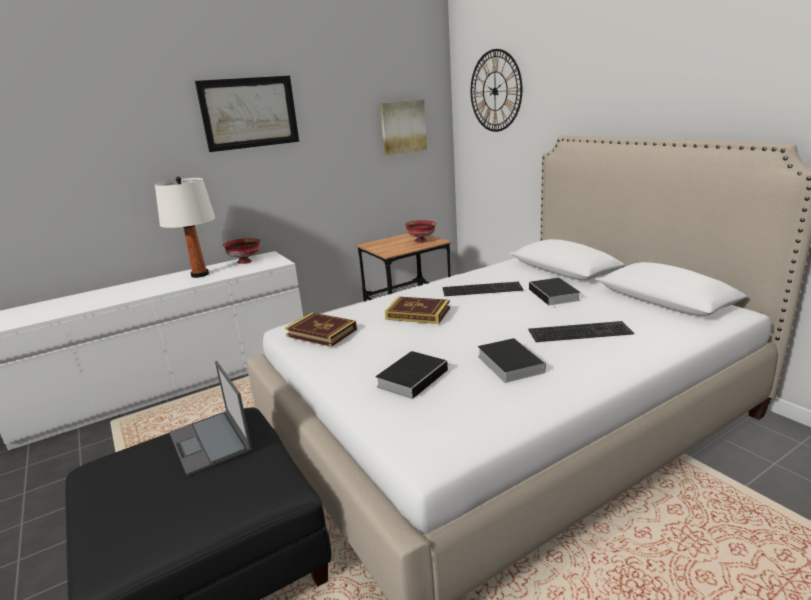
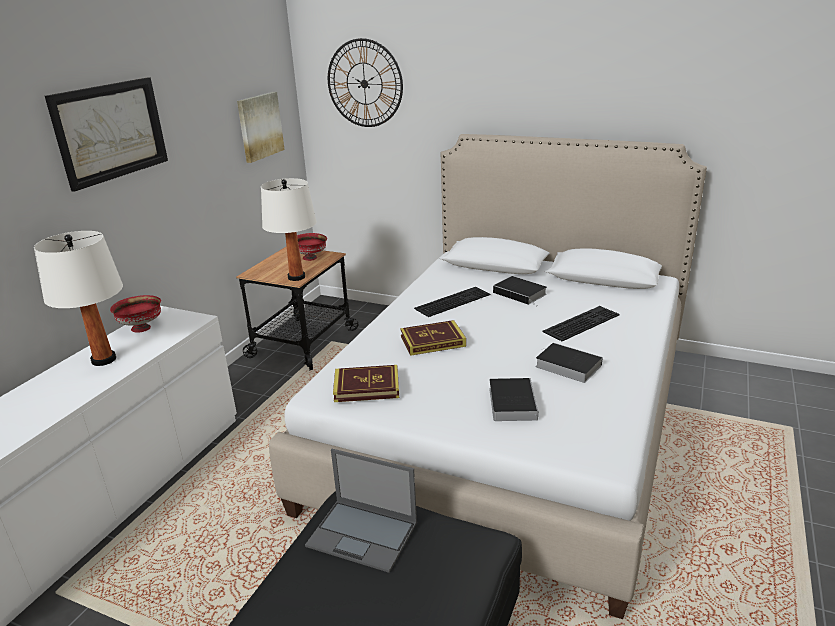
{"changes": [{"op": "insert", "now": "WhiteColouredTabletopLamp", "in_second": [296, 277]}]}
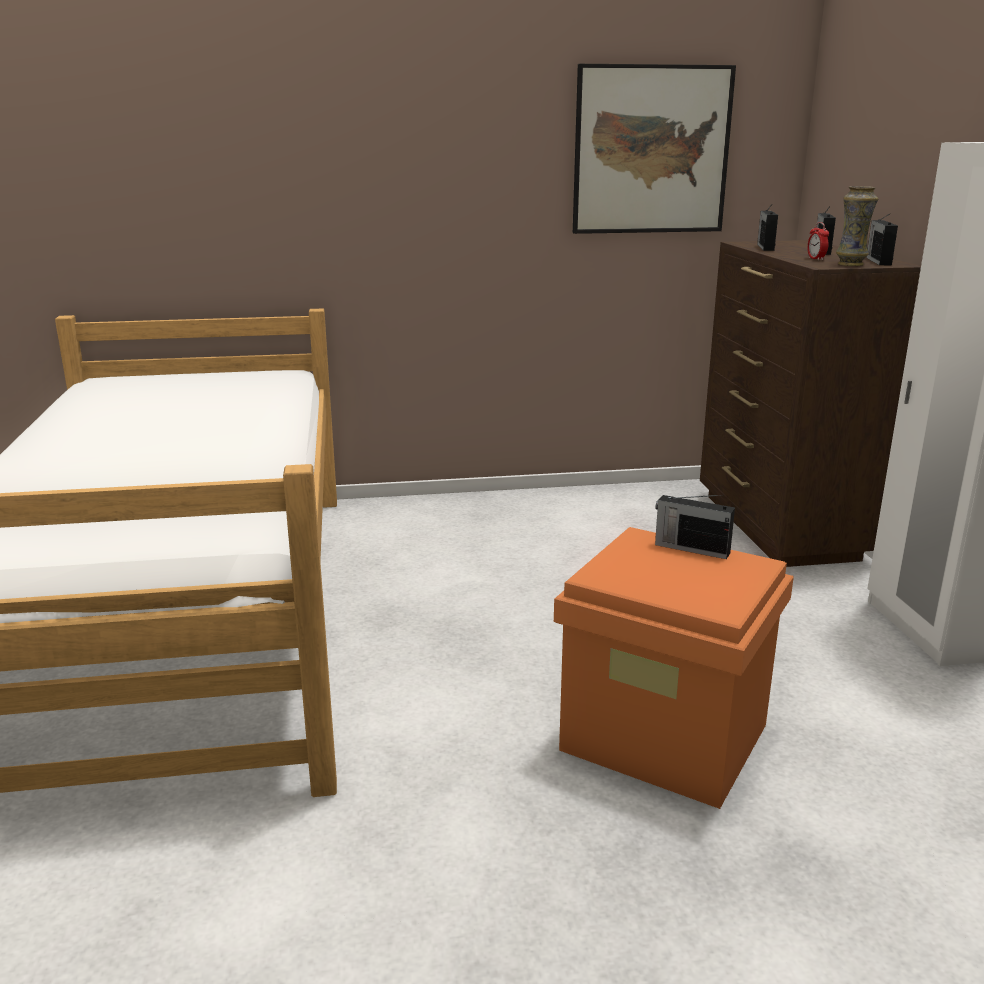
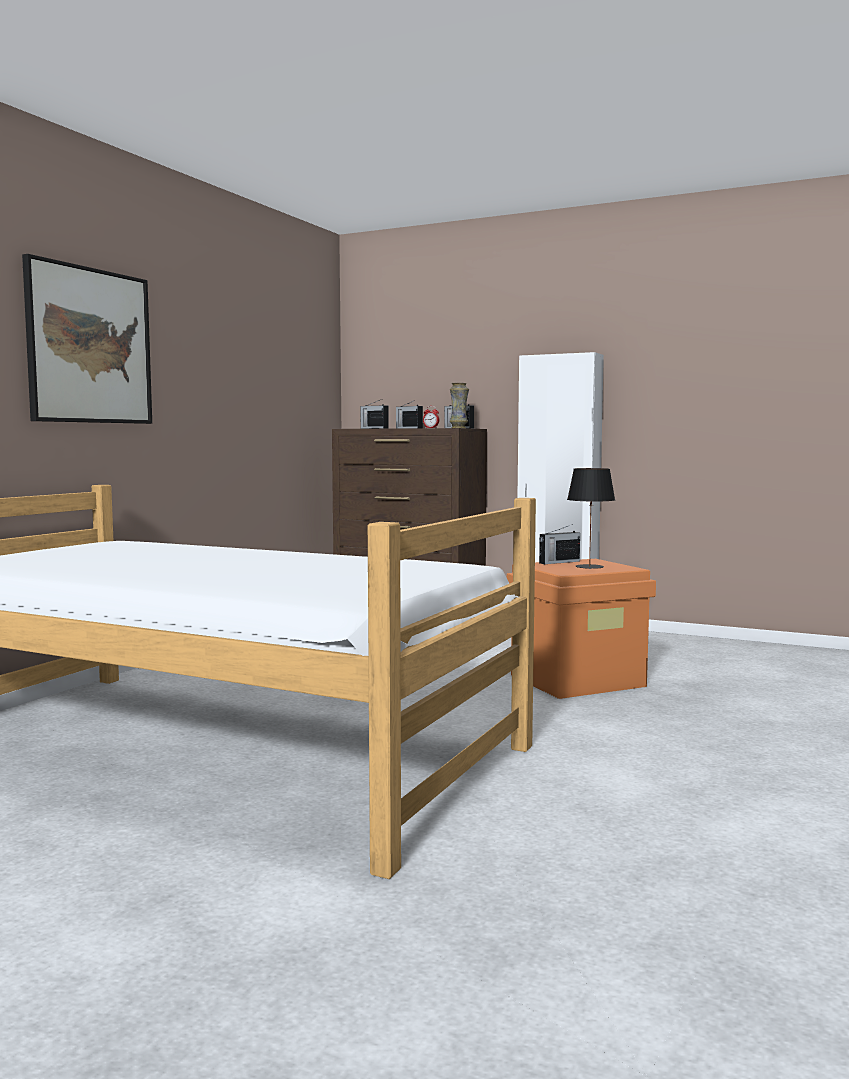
{"changes": [{"op": "move", "was": "WallArt", "in_first": [651, 150], "in_second": [90, 346]}, {"op": "insert", "now": "BlackishTabletopLamp", "in_second": [589, 566]}]}
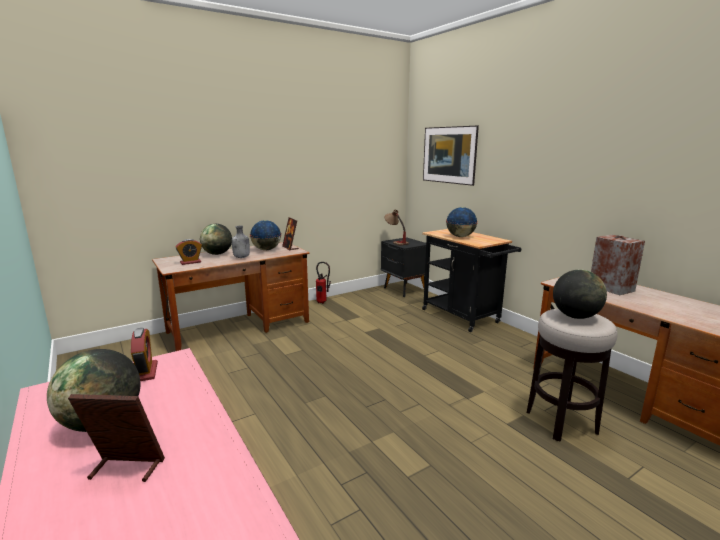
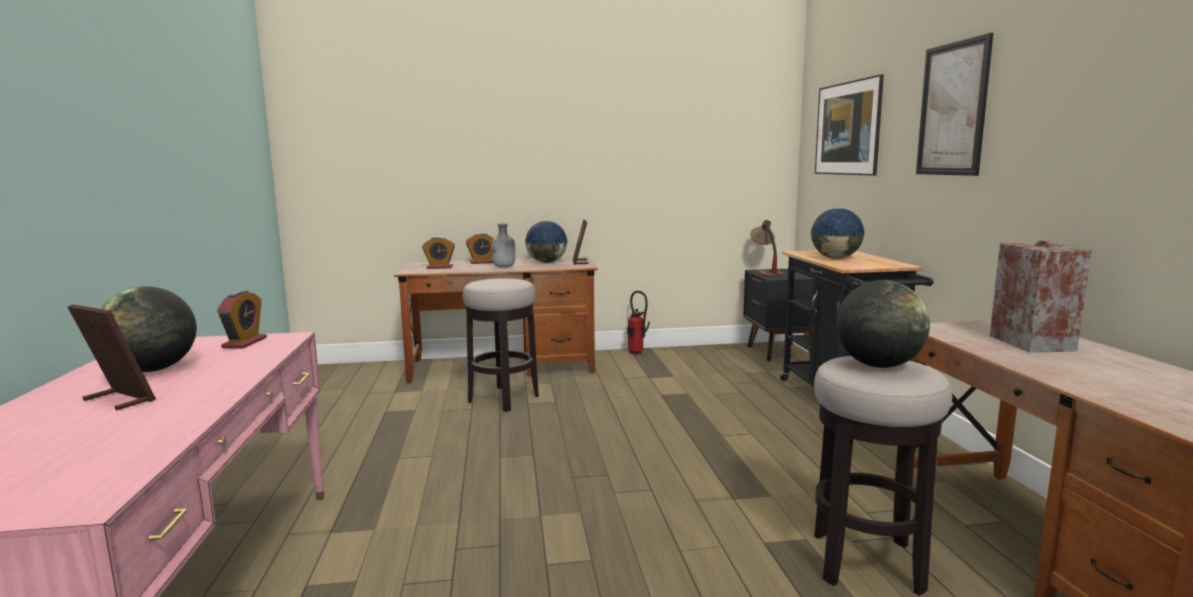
{"changes": [{"op": "insert", "now": "StoolSeat", "in_second": [503, 399]}, {"op": "replace", "was": "WorldGlobe", "now": "AlarmClock", "in_first": [217, 254], "in_second": [482, 262]}, {"op": "insert", "now": "WallArt", "in_second": [952, 109]}]}
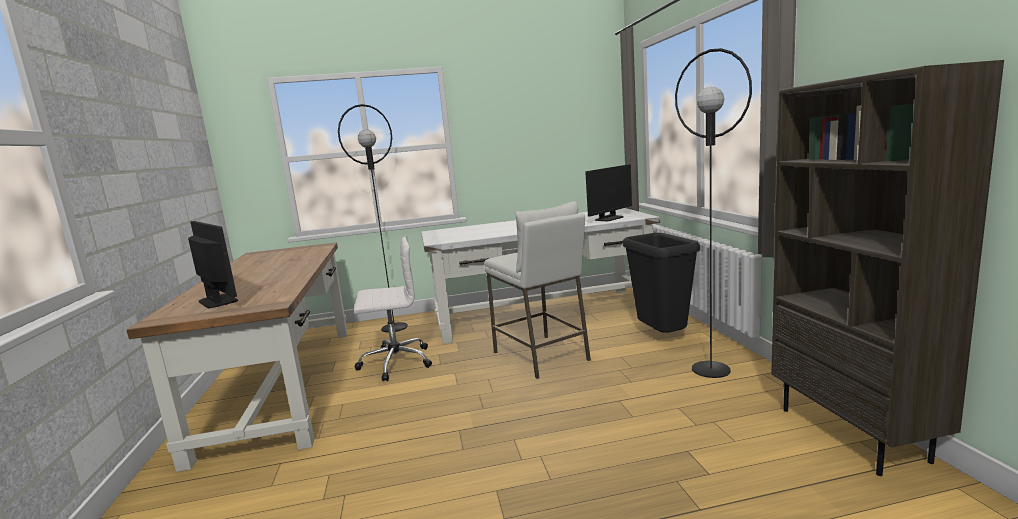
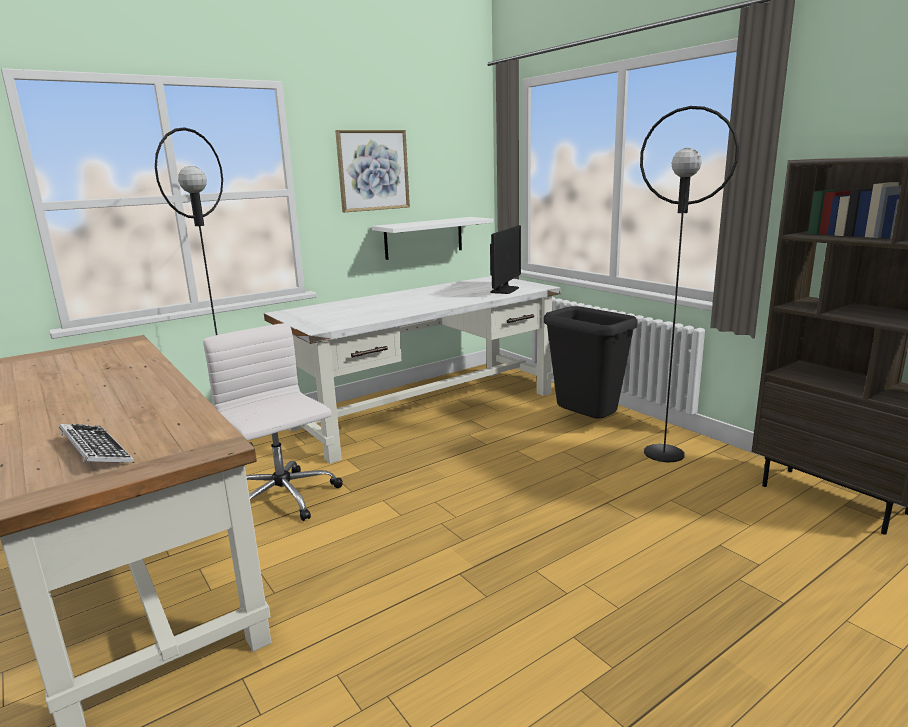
{"changes": [{"op": "replace", "was": "Monitor", "now": "ComputerKeyboard", "in_first": [218, 301], "in_second": [95, 451]}, {"op": "rotate", "was": "WhiteColouredDeskChair", "in_first": [395, 362], "in_second": [284, 499], "clockwise": -90}, {"op": "insert", "now": "WallArt", "in_second": [373, 170]}, {"op": "insert", "now": "WhiteColouredWallShelf", "in_second": [424, 238]}, {"op": "delete", "was": "WhiteColouredStoolSeat", "in_first": [541, 356]}]}
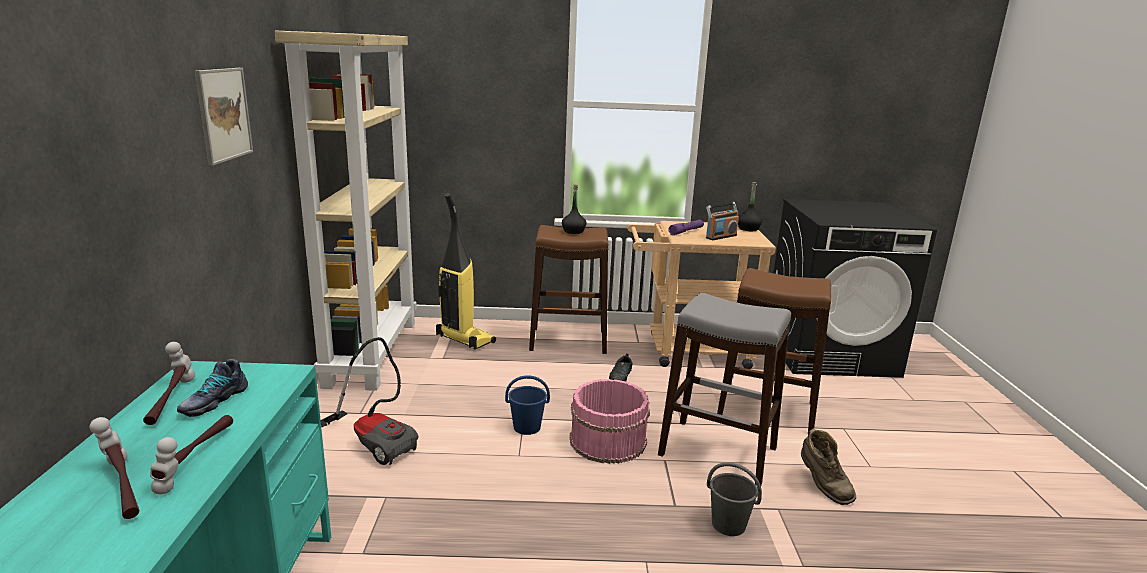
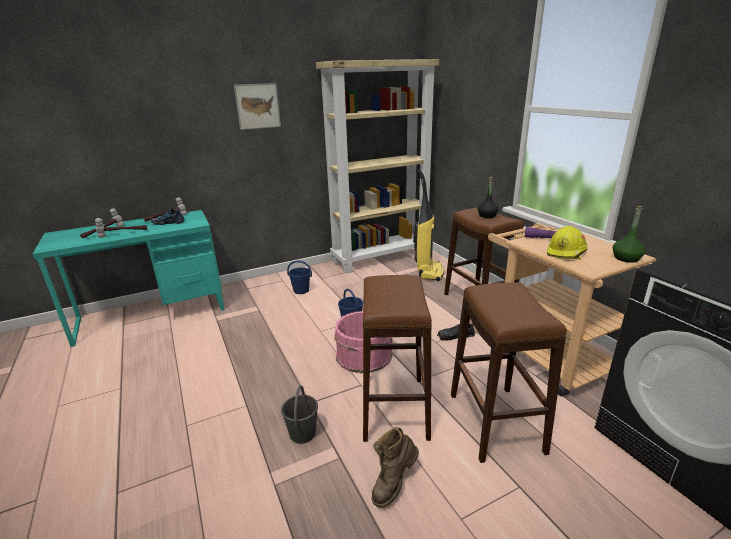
{"changes": [{"op": "replace", "was": "Hoover", "now": "BlueColouredWaterBucket", "in_first": [375, 441], "in_second": [301, 290]}, {"op": "recolor", "was": "GrayStoolSeat", "now": "BrownStoolSeat", "in_first": [718, 451], "in_second": [394, 408]}, {"op": "replace", "was": "RadioSet", "now": "YellowColouredHardHat", "in_first": [720, 236], "in_second": [566, 252]}, {"op": "recolor", "was": "BlackishBeverageBottle", "now": "GreenishBeverageBottle", "in_first": [748, 229], "in_second": [626, 258]}]}
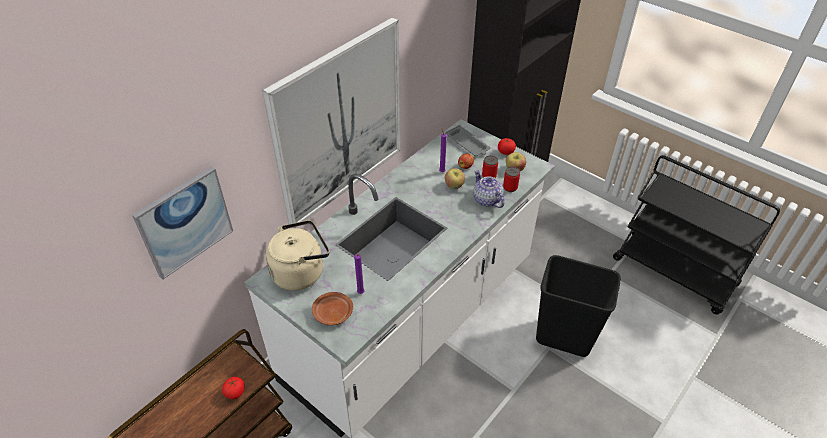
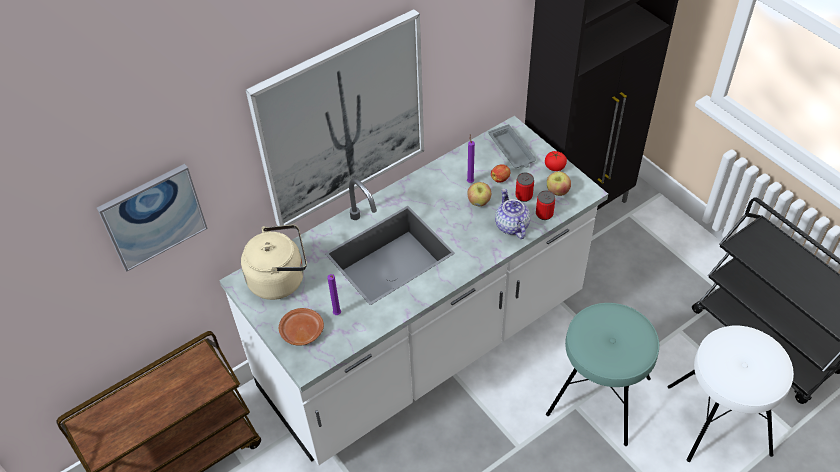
{"changes": [{"op": "replace", "was": "BlackishTrashCan", "now": "TurquoiseColouredStoolSeat", "in_first": [564, 337], "in_second": [598, 396]}, {"op": "insert", "now": "WhiteColouredStoolSeat", "in_second": [718, 420]}, {"op": "delete", "was": "FreshTomato", "in_first": [235, 392]}]}
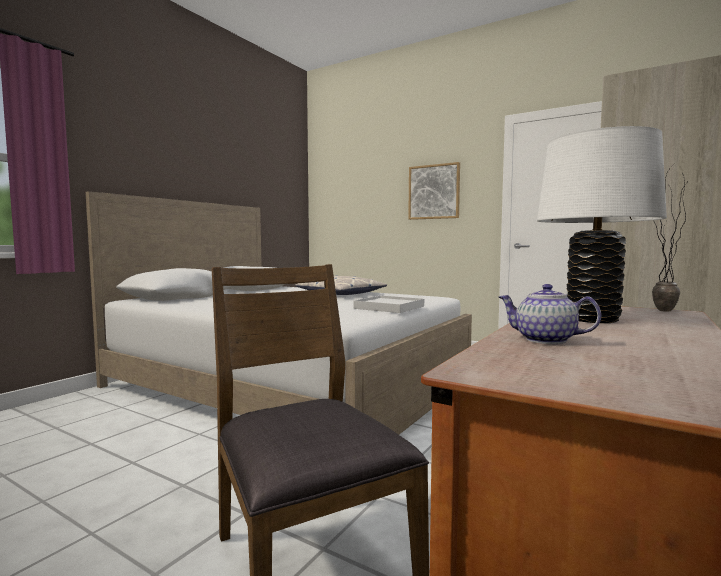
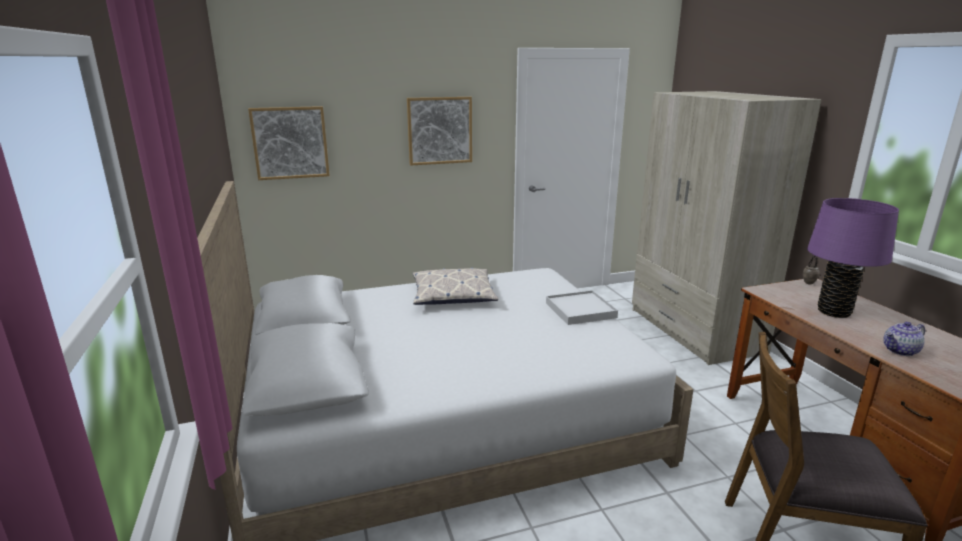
{"changes": [{"op": "insert", "now": "WallArt", "in_second": [290, 143]}, {"op": "recolor", "was": "WhiteColouredTabletopLamp", "now": "PurpleColouredTabletopLamp", "in_first": [592, 319], "in_second": [834, 312]}]}
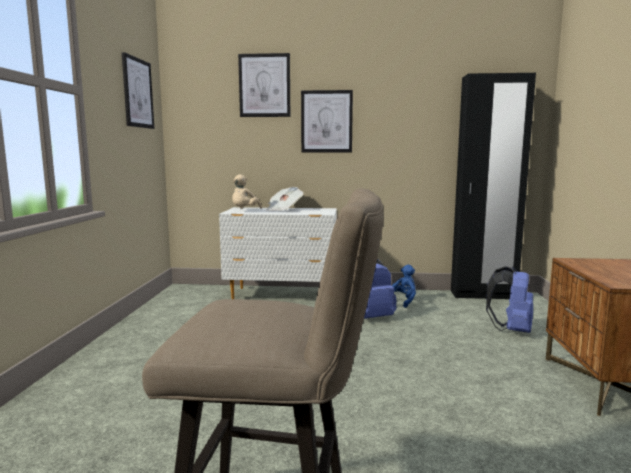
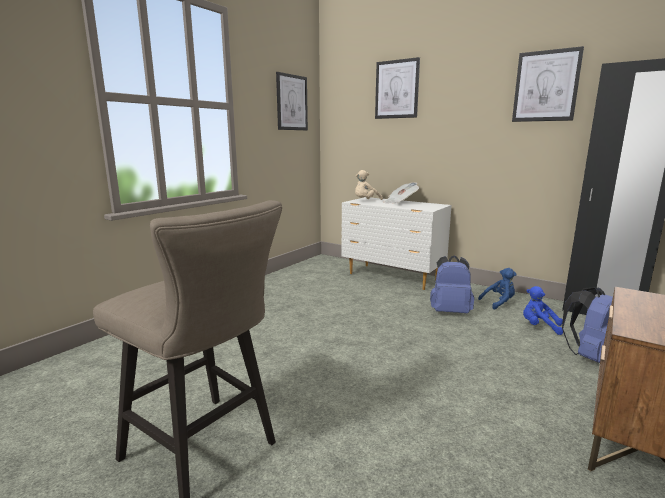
{"changes": [{"op": "move", "was": "WallArt", "in_first": [326, 121], "in_second": [546, 86]}, {"op": "insert", "now": "BlueColouredPlushToy", "in_second": [539, 327]}]}
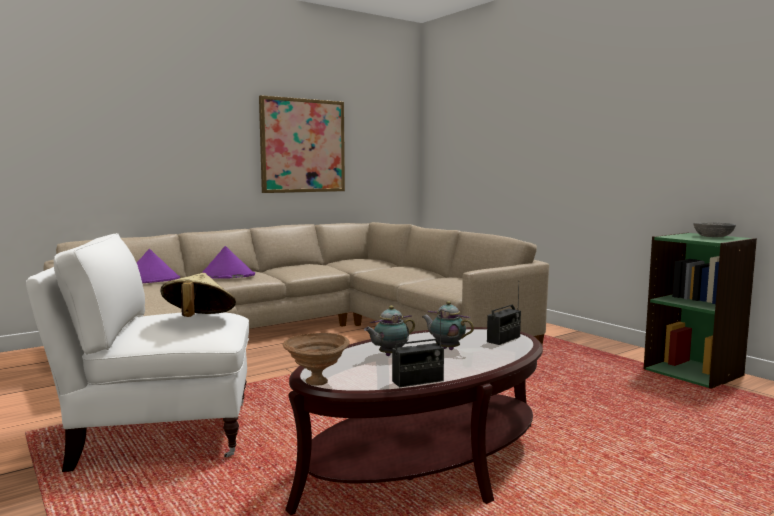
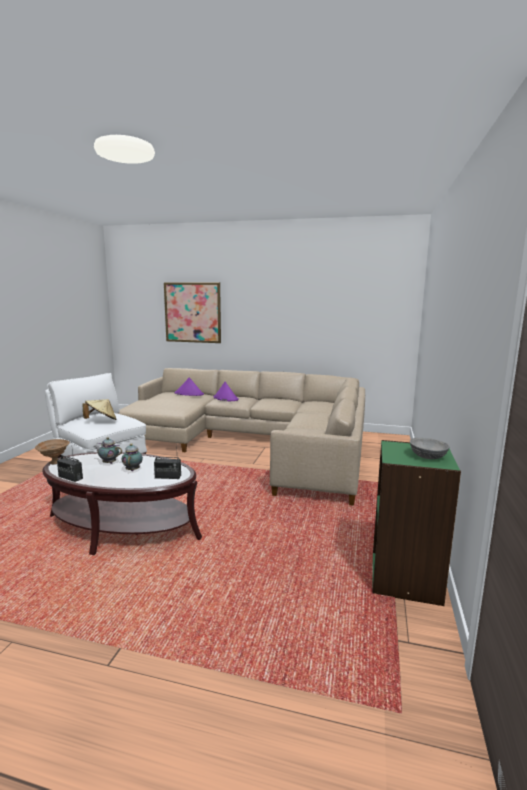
{"changes": [{"op": "move", "was": "WallArt", "in_first": [303, 146], "in_second": [193, 312]}]}
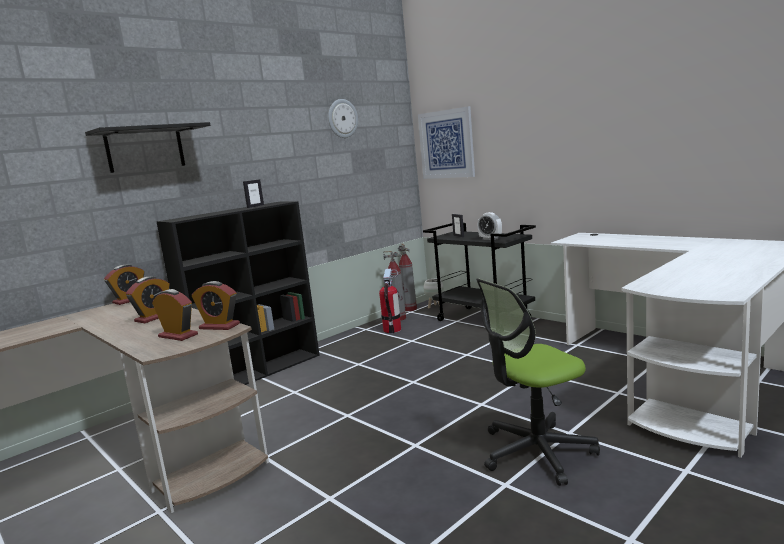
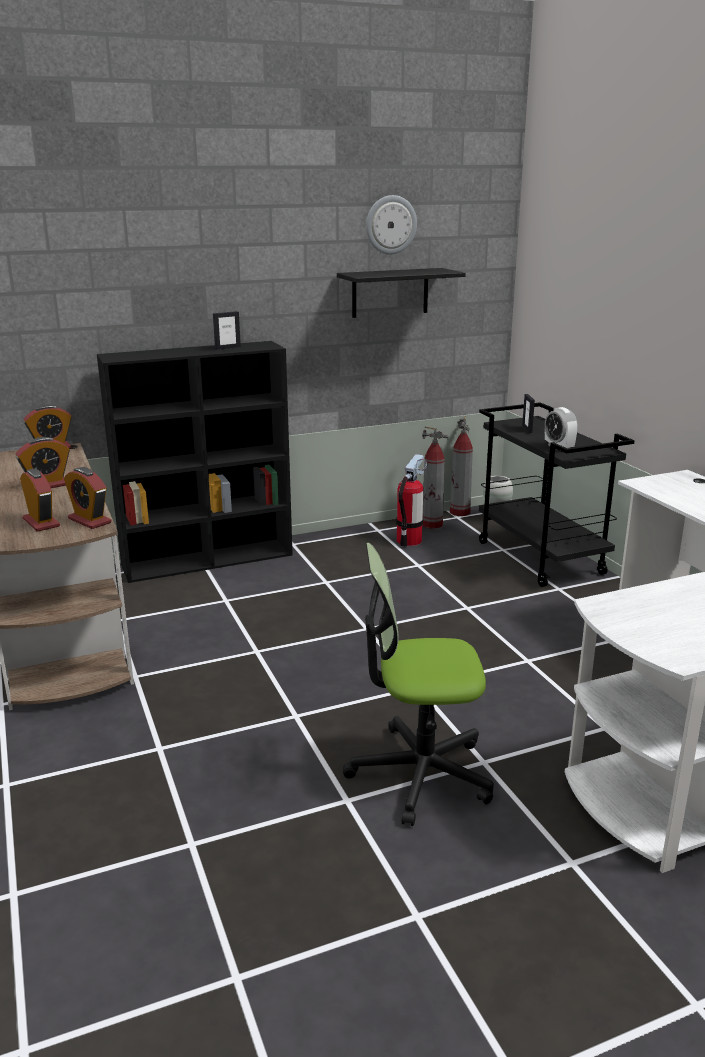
{"changes": [{"op": "move", "was": "BlackishWallShelf", "in_first": [145, 149], "in_second": [390, 292]}, {"op": "delete", "was": "WallArt", "in_first": [446, 144]}]}
